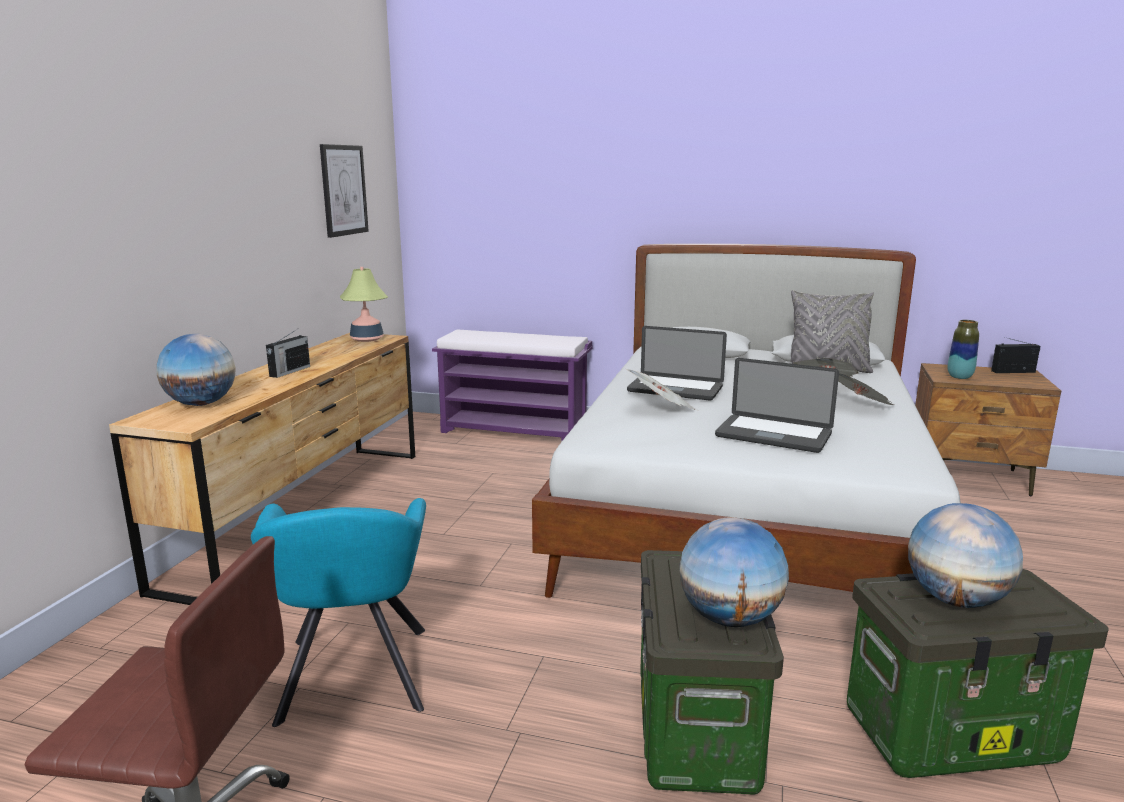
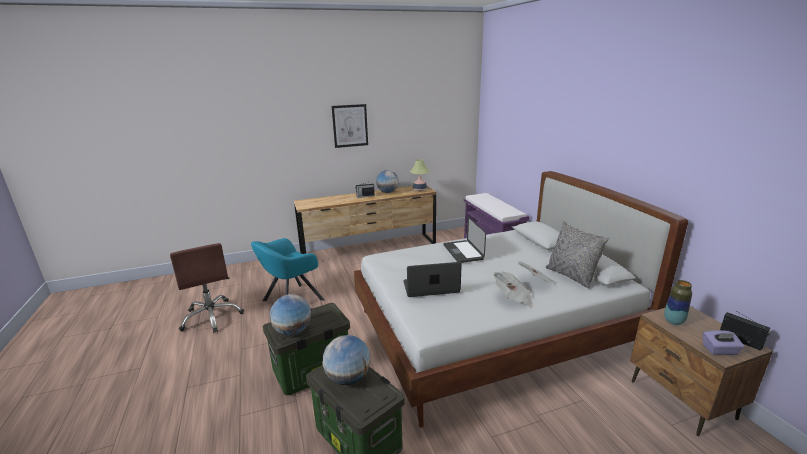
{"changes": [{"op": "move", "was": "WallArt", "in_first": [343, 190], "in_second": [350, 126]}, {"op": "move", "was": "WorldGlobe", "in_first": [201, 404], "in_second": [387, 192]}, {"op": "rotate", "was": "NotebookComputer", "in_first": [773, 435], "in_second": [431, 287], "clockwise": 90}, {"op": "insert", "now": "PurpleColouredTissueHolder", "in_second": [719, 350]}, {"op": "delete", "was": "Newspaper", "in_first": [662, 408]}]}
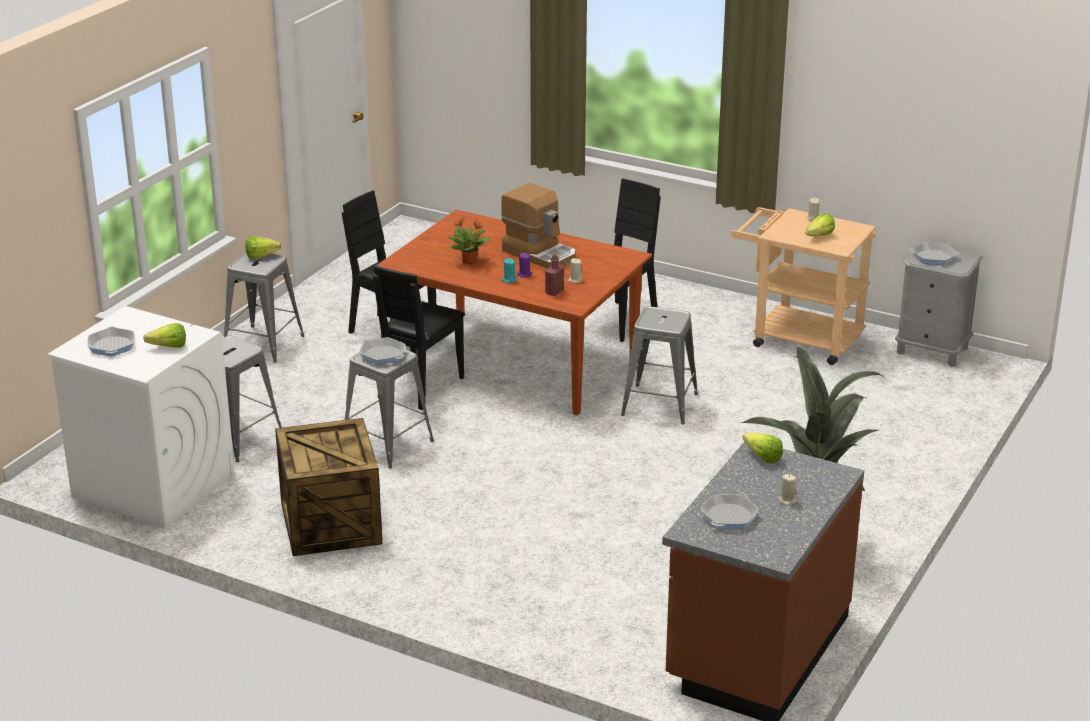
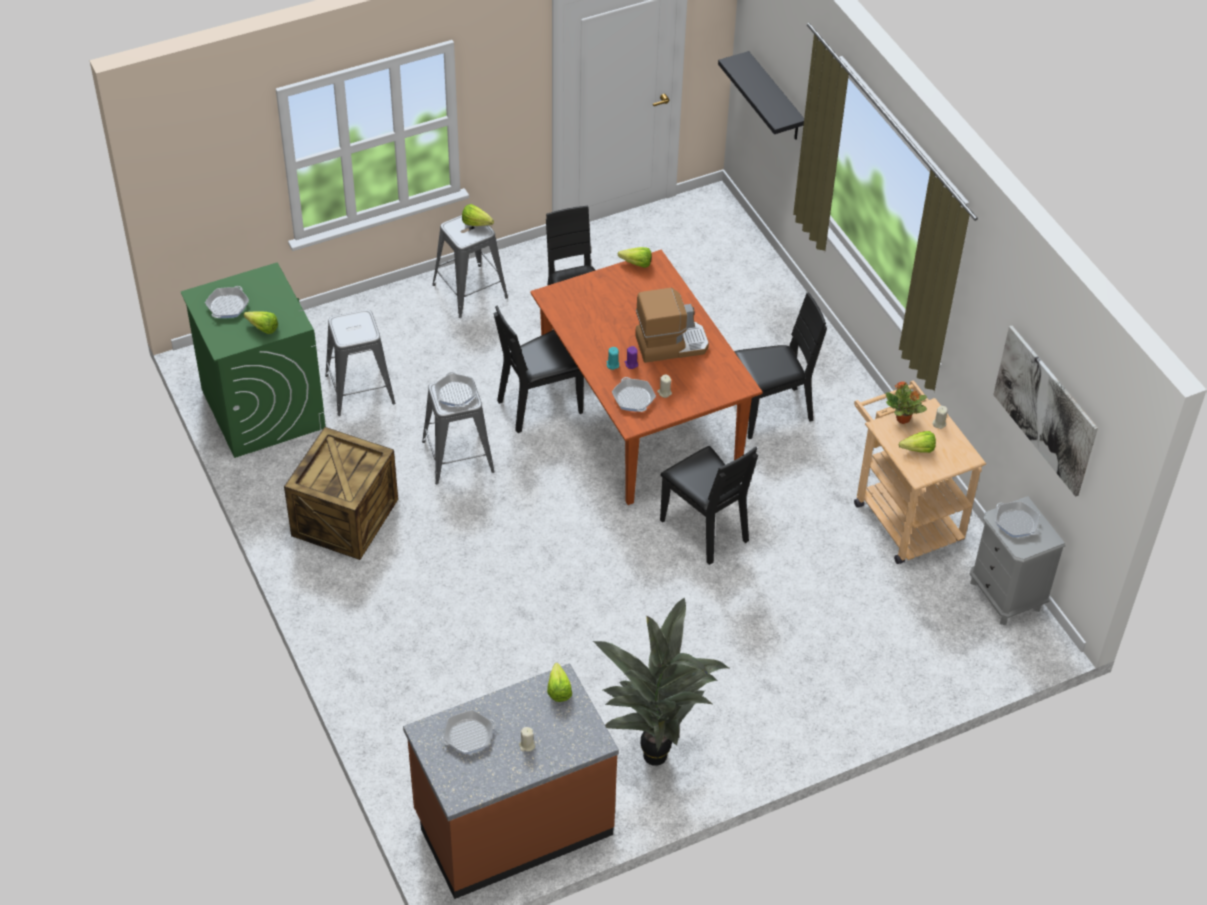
{"changes": [{"op": "recolor", "was": "WhiteColouredLaundryMachine", "now": "GreenishLaundryMachine", "in_first": [152, 485], "in_second": [262, 408]}, {"op": "replace", "was": "RedColouredBeverageBottle", "now": "FryingPan", "in_first": [554, 292], "in_second": [633, 398]}, {"op": "insert", "now": "Lettuce", "in_second": [634, 263]}, {"op": "rotate", "was": "CoffeeMaker", "in_first": [540, 253], "in_second": [671, 344], "clockwise": -90}, {"op": "replace", "was": "GrayStoolSeat", "now": "BlackishPlainChair", "in_first": [659, 404], "in_second": [704, 529]}, {"op": "insert", "now": "BlackishWallShelf", "in_second": [775, 98]}, {"op": "move", "was": "PlantInAPot", "in_first": [470, 261], "in_second": [903, 419]}, {"op": "insert", "now": "WallArt", "in_second": [1045, 410]}]}
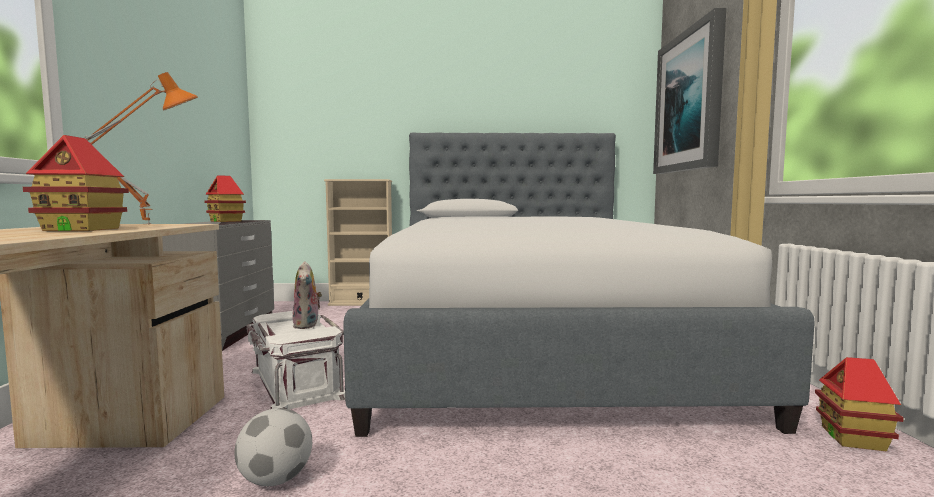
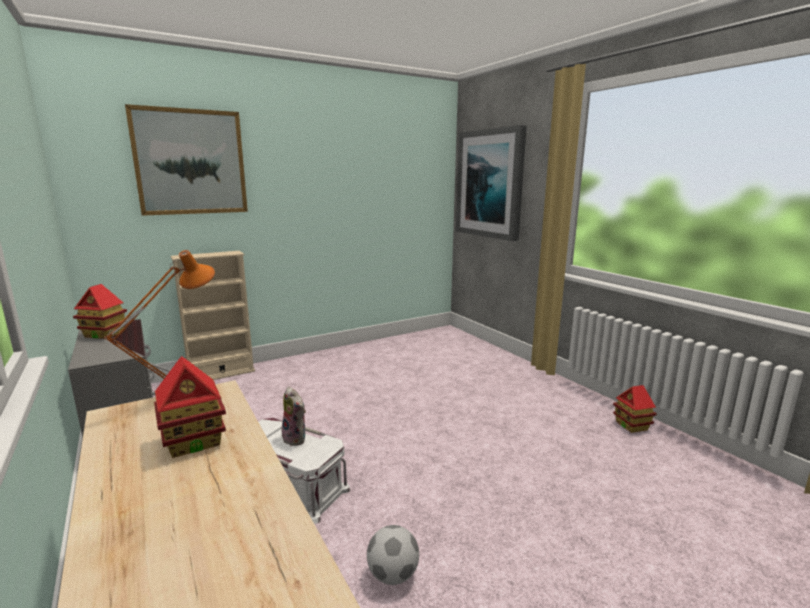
{"changes": [{"op": "insert", "now": "WallArt", "in_second": [190, 162]}, {"op": "delete", "was": "Bed", "in_first": [530, 342]}]}
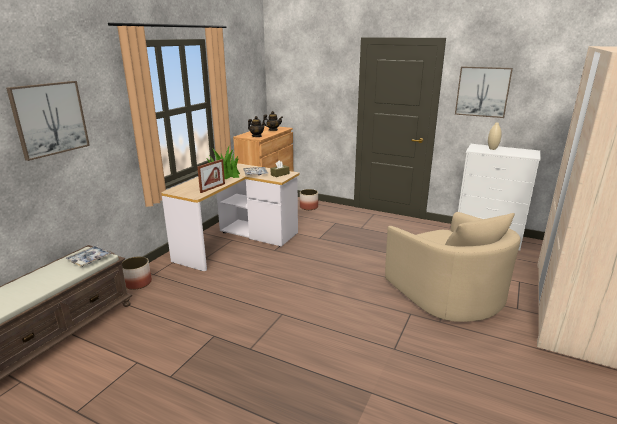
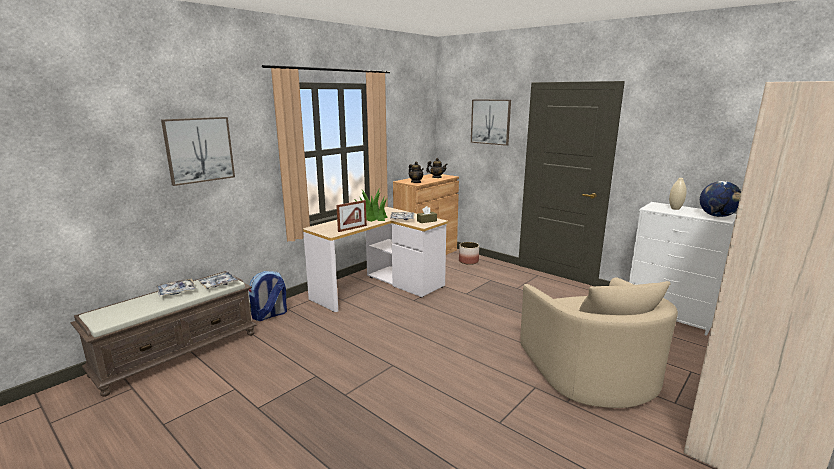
{"changes": [{"op": "insert", "now": "Tray", "in_second": [176, 291]}, {"op": "replace", "was": "Planter", "now": "Rucksack", "in_first": [137, 283], "in_second": [270, 315]}, {"op": "move", "was": "WallArt", "in_first": [482, 91], "in_second": [490, 122]}, {"op": "insert", "now": "WorldGlobe", "in_second": [717, 216]}]}
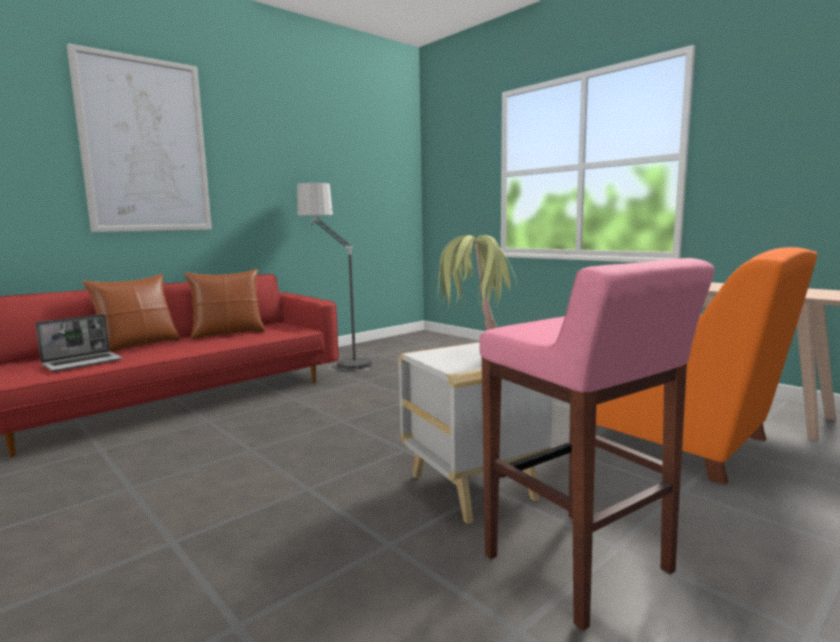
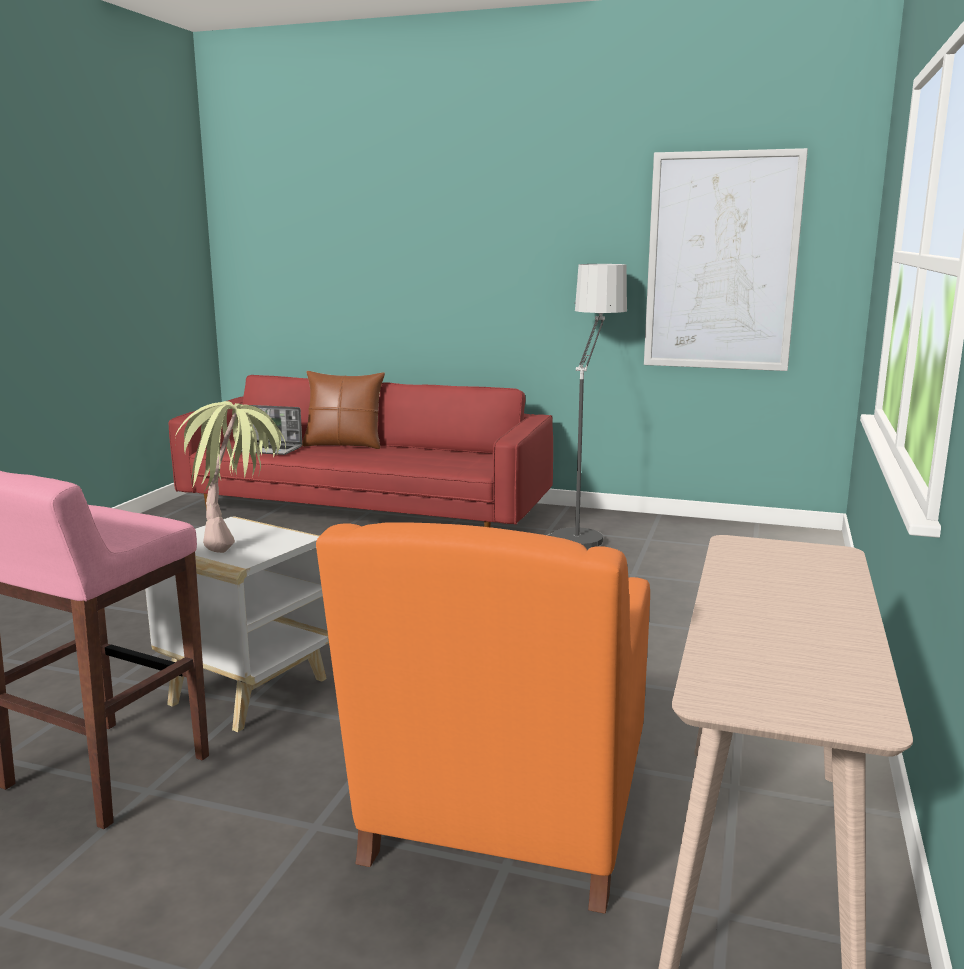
{"changes": [{"op": "move", "was": "WallArt", "in_first": [145, 146], "in_second": [721, 262]}, {"op": "delete", "was": "BrownPillow", "in_first": [228, 333]}]}
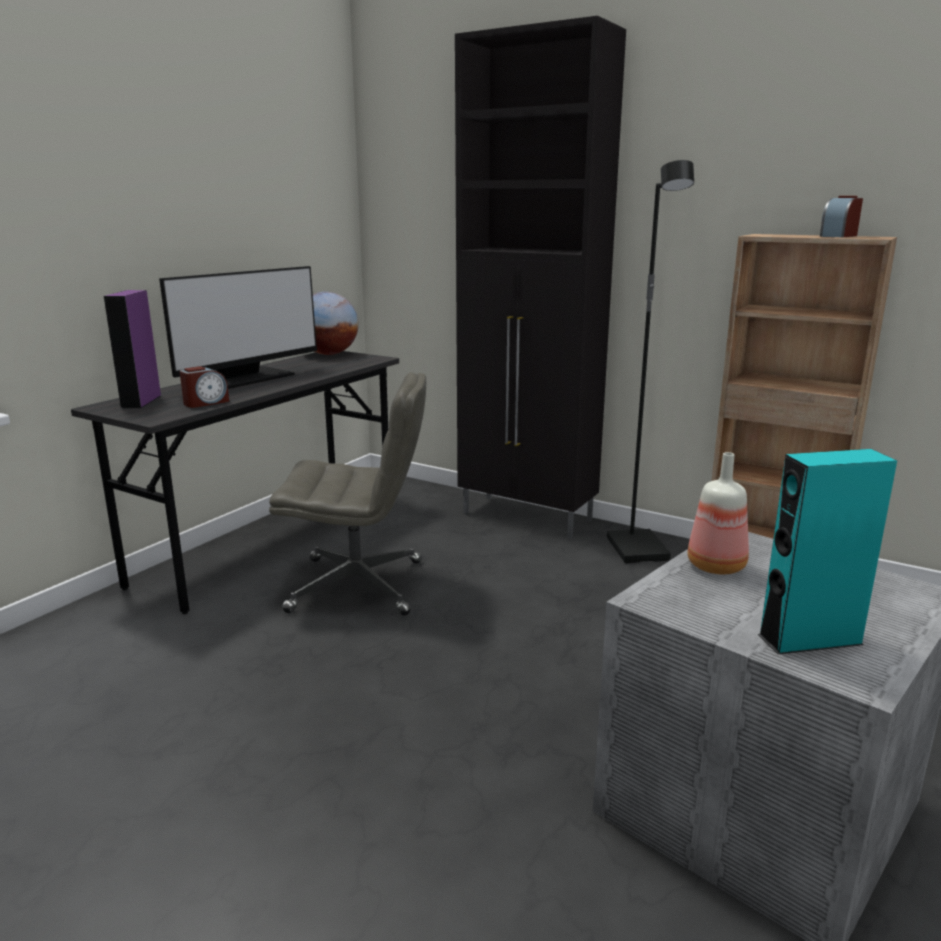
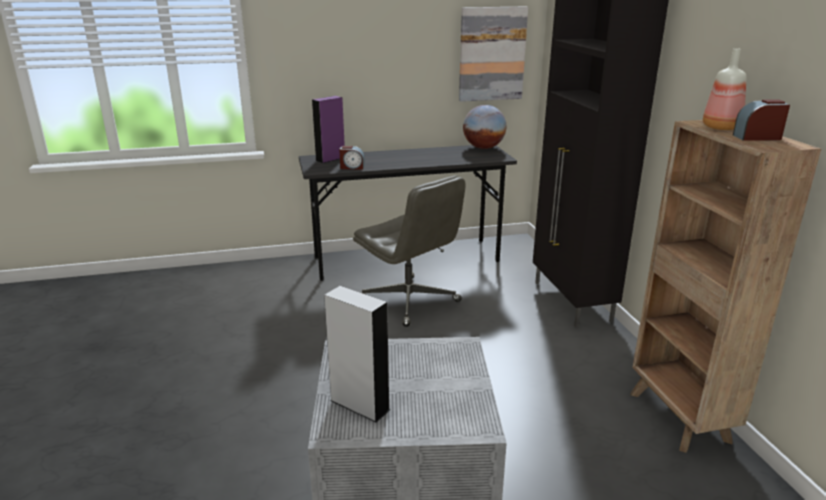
{"changes": [{"op": "recolor", "was": "TurquoiseColouredSpeaker", "now": "GraySpeaker", "in_first": [810, 639], "in_second": [359, 405]}, {"op": "insert", "now": "WallArt", "in_second": [491, 54]}, {"op": "move", "was": "BeverageBottle", "in_first": [716, 565], "in_second": [722, 127]}, {"op": "delete", "was": "Monitor", "in_first": [244, 379]}, {"op": "delete", "was": "BlackishFloorLamp", "in_first": [639, 549]}]}
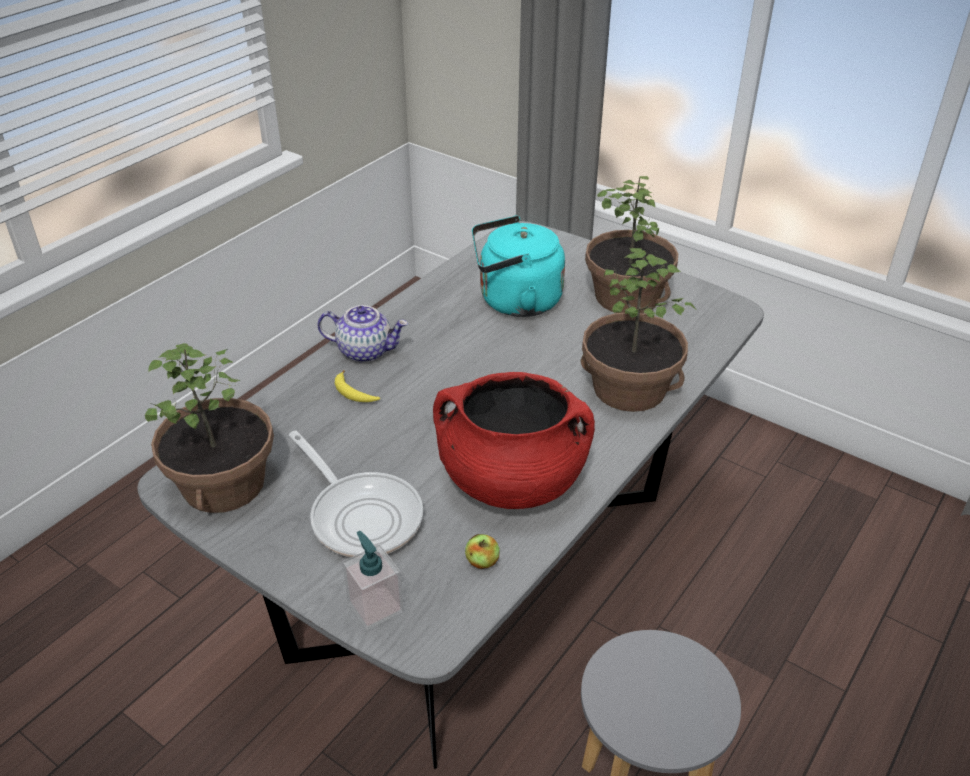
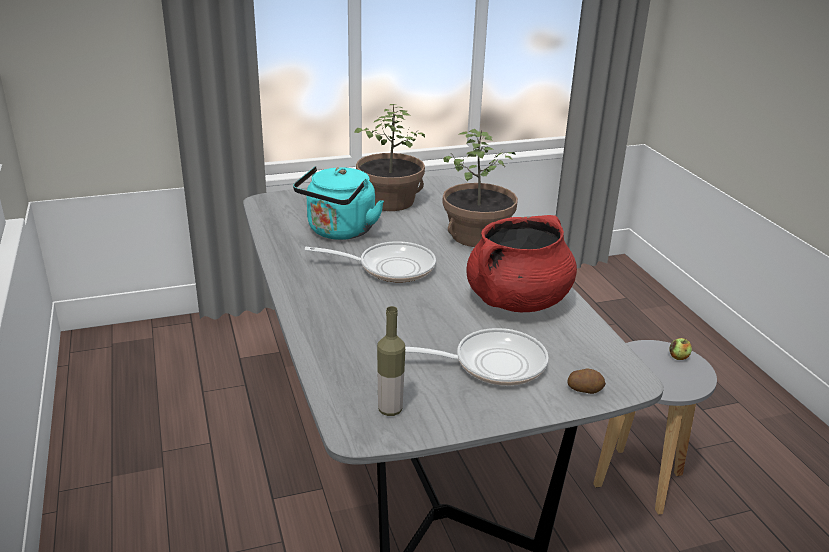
{"changes": [{"op": "insert", "now": "FryingPan", "in_second": [390, 267]}, {"op": "replace", "was": "PlantInAPot", "now": "BeverageBottle", "in_first": [224, 484], "in_second": [390, 409]}, {"op": "replace", "was": "SoapBottle", "now": "WholePotato", "in_first": [375, 606], "in_second": [584, 389]}, {"op": "move", "was": "Apple", "in_first": [482, 562], "in_second": [678, 357]}, {"op": "delete", "was": "TeaPot", "in_first": [365, 351]}, {"op": "delete", "was": "Banana", "in_first": [354, 393]}]}
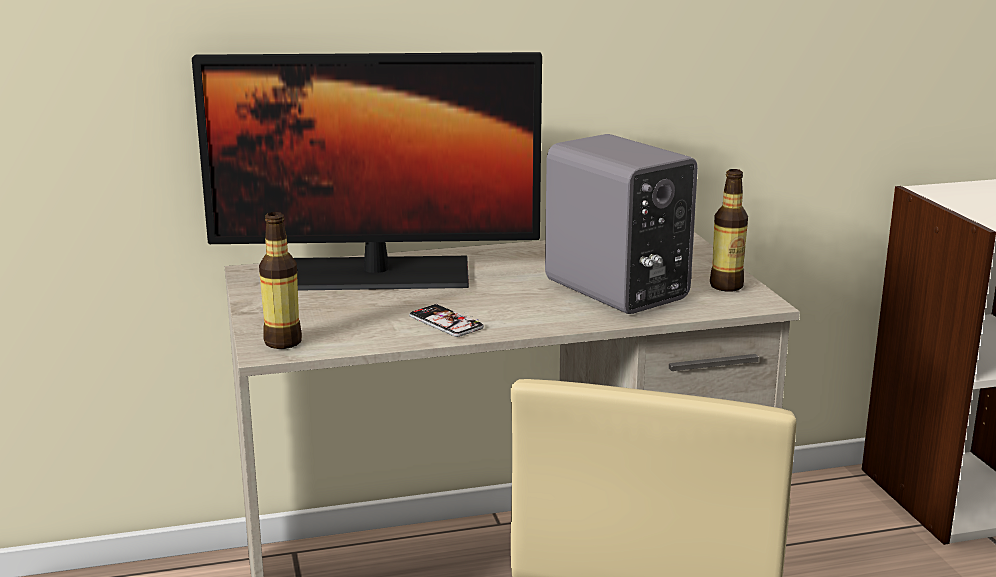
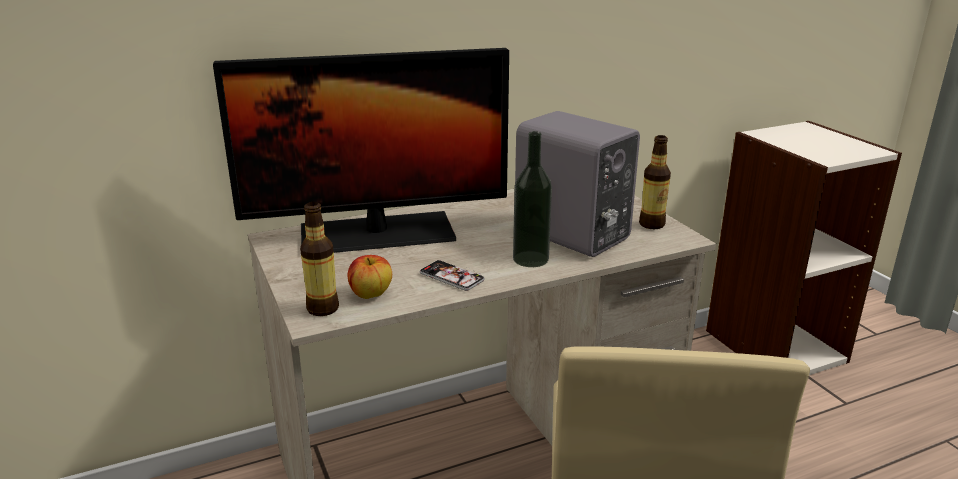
{"changes": [{"op": "insert", "now": "Apple", "in_second": [371, 294]}, {"op": "insert", "now": "BeverageBottle", "in_second": [530, 259]}]}
